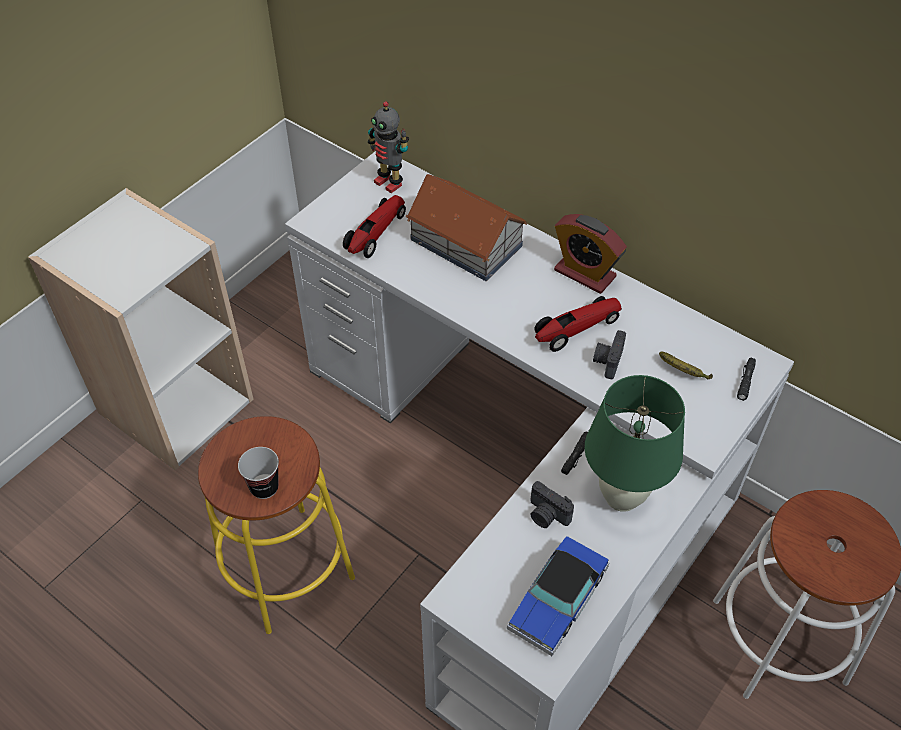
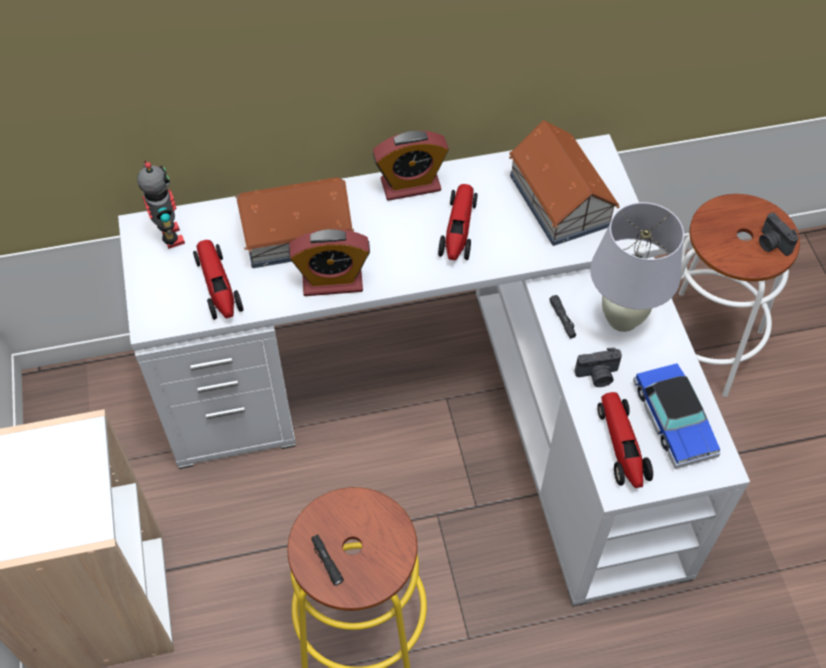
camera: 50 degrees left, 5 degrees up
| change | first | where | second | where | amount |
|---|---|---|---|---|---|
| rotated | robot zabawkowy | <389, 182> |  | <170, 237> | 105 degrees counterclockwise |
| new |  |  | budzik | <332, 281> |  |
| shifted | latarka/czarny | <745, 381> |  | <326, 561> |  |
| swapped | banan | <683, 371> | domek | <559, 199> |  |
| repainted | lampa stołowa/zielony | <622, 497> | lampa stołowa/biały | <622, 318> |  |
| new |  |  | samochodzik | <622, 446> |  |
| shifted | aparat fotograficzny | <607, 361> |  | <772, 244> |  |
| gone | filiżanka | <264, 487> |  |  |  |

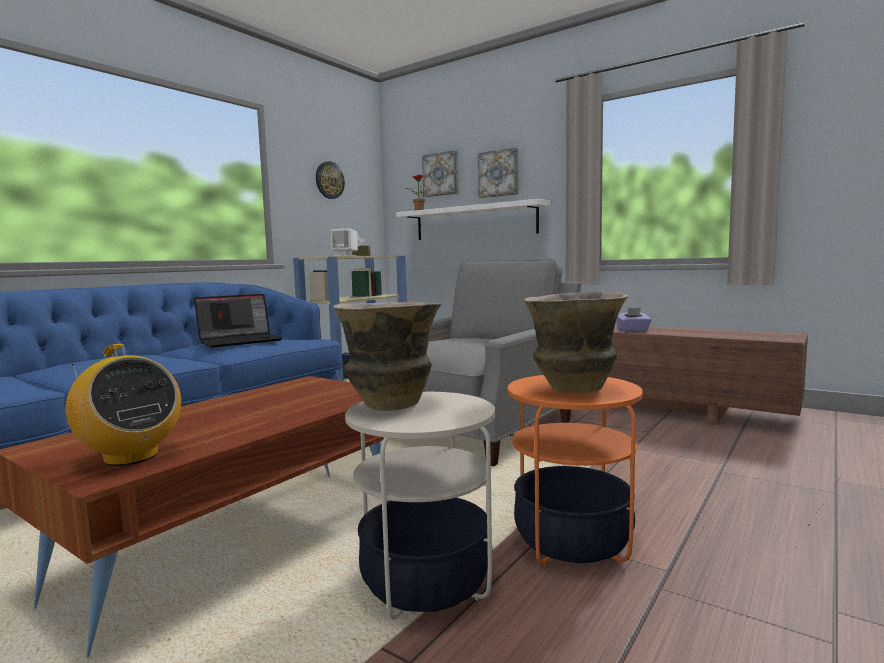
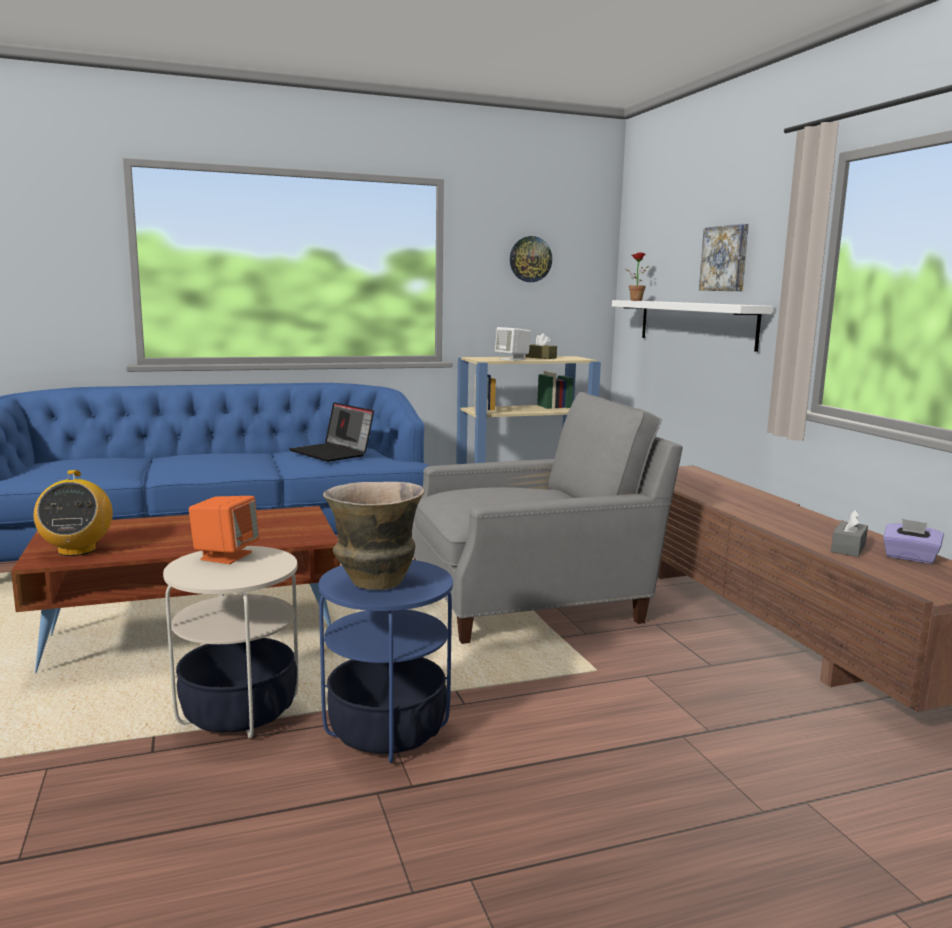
camera: 35 degrees right, 5 degrees up
| change | first | where | second | where | amount |
|---|---|---|---|---|---|
| swapped | wazon | <390, 405> | głośnik/pomarańczowy | <226, 556> |  |
| rotated | laptop | <241, 341> |  | <332, 453> | 45 degrees clockwise |
| repainted | stolik/pomarańczowy | <572, 543> | stolik/niebieski | <387, 733> |  |
| new |  |  | pudełko chusteczek/szary | <848, 548> |  |
| shifted | pudełko chusteczek/fioletowy | <633, 331> |  | <909, 557> |  |
| gone | obraz | <441, 174> |  |  |  |

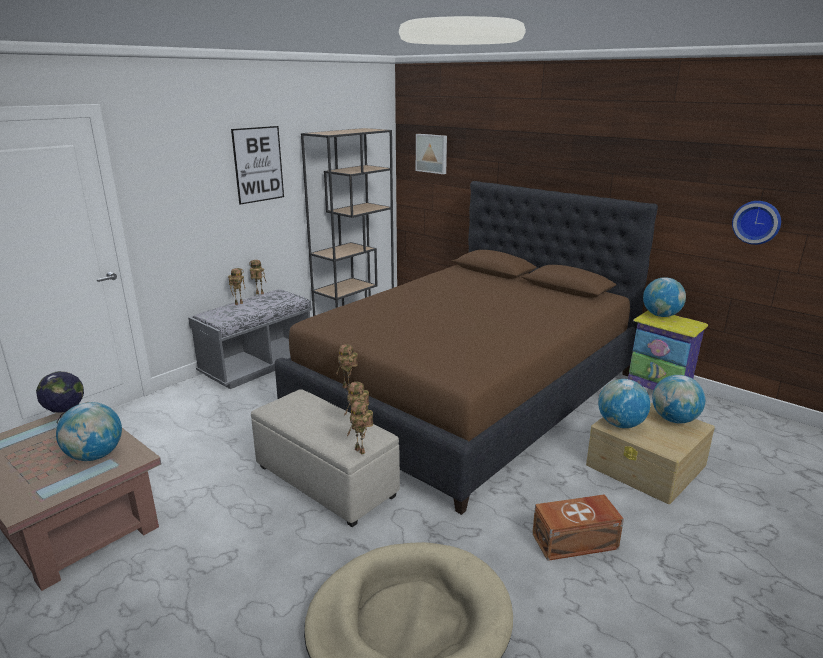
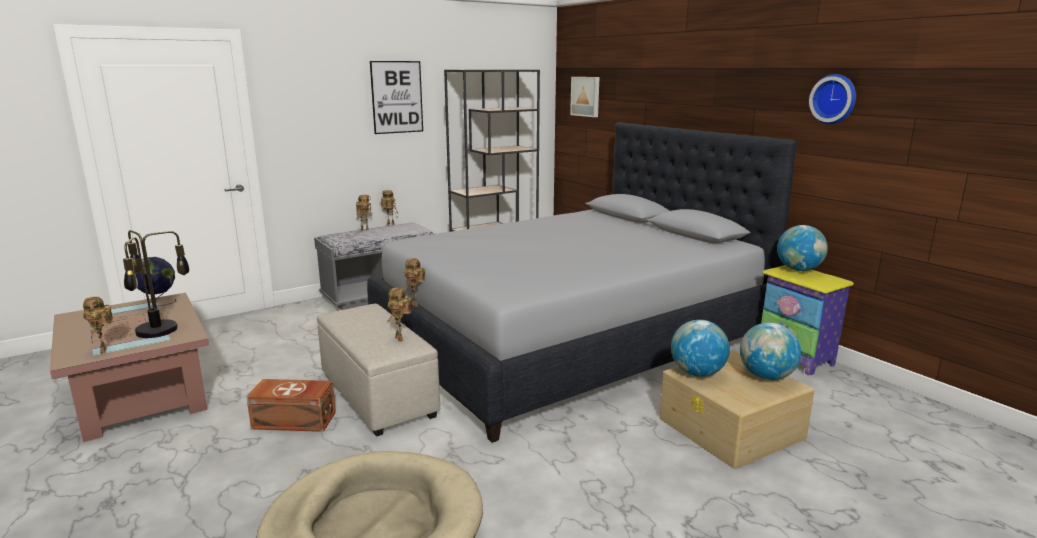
camera: 15 degrees right, 5 degrees down
| change | first | where | second | where | amount |
|---|---|---|---|---|---|
| shifted | robot zabawkowy | <361, 451> |  | <105, 351> |  |
| swapped | globus | <95, 456> | lampa stołowa | <157, 330> |  |
| shifted | pojemnik do przechowywania/brązowy | <576, 542> |  | <295, 421> |  |
| repainted | łóżko/brązowy | <468, 394> | łóżko/szary | <572, 339> |  |
| shifted | zegar ścienny | <757, 222> |  | <834, 99> |  |

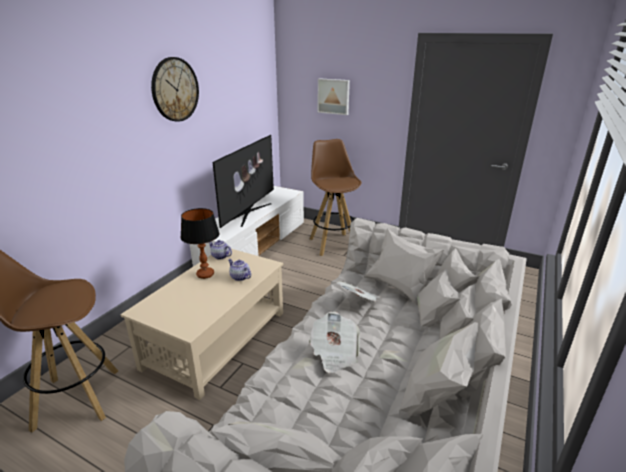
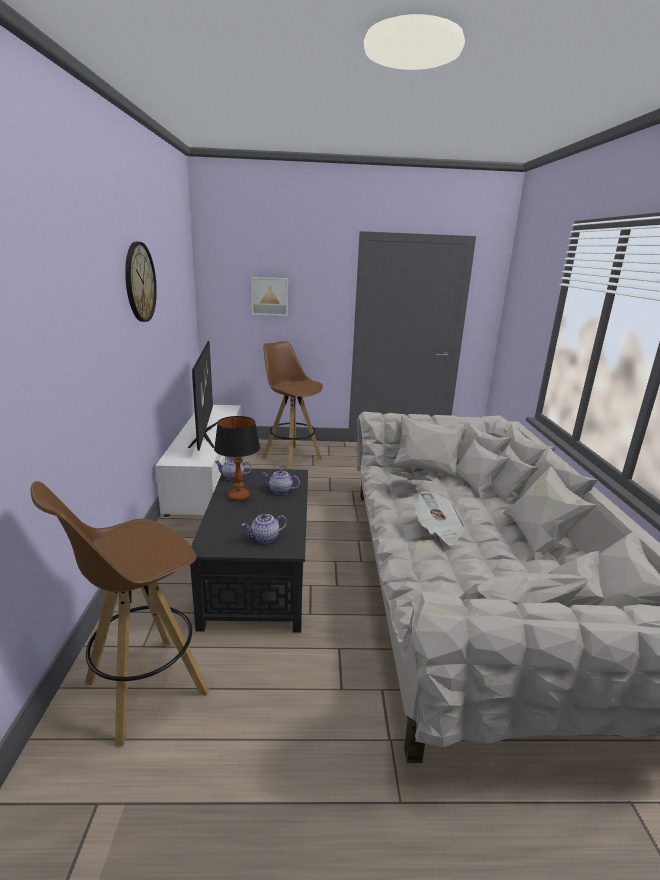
camera: 30 degrees left, 5 degrees down
| change | first | where | second | where | amount |
|---|---|---|---|---|---|
| repainted | ława/beżowy | <216, 339> | ława/czarny | <258, 573> |  |
| new |  |  | imbryk | <265, 538> |  |

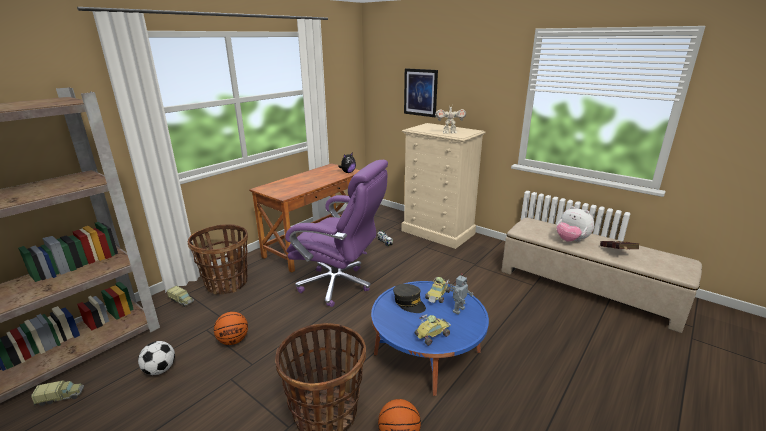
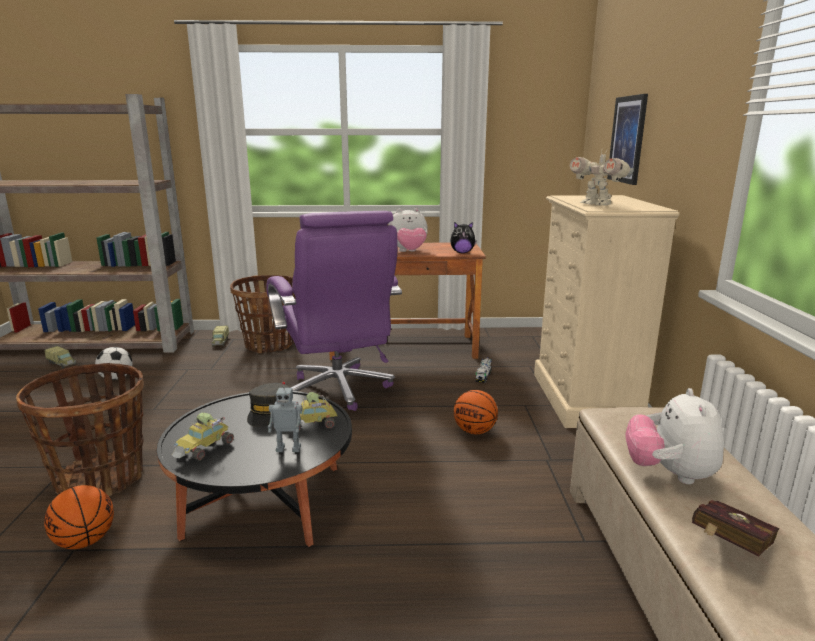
camera: 50 degrees right, 5 degrees down
| change | first | where | second | where | amount |
|---|---|---|---|---|---|
| repainted | ława/niebieski | <427, 353> | ława/czarny | <264, 501> |  |
| rotated | samochodzik | <432, 334> |  | <205, 448> | 105 degrees clockwise |
| new |  |  | pluszak | <408, 252> |  |
| shifted | piłka do koszykówki | <233, 340> |  | <474, 431> |  |

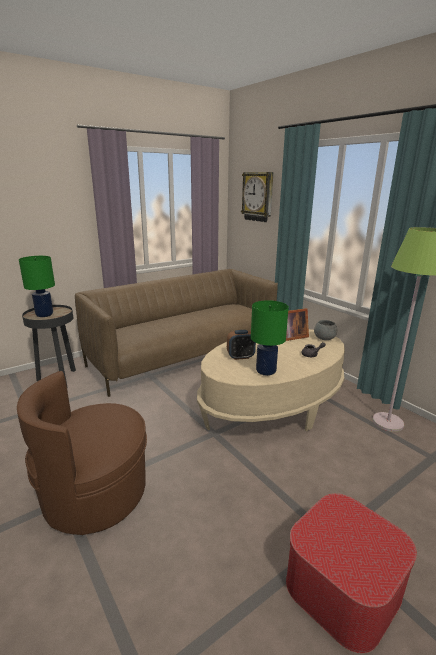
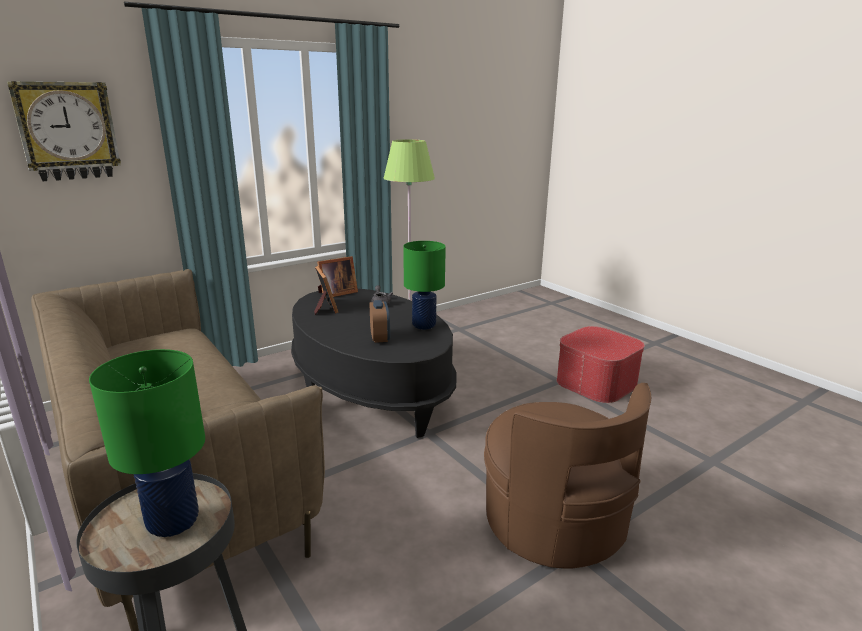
camera: 90 degrees left, 0 degrees up
| change | first | where | second | where | amount |
|---|---|---|---|---|---|
| repainted | ława/beżowy | <272, 405> | ława/czarny | <370, 390> |  |
| swapped | miska/szary | <324, 338> | ramka na zdjęcie | <336, 293> |  |

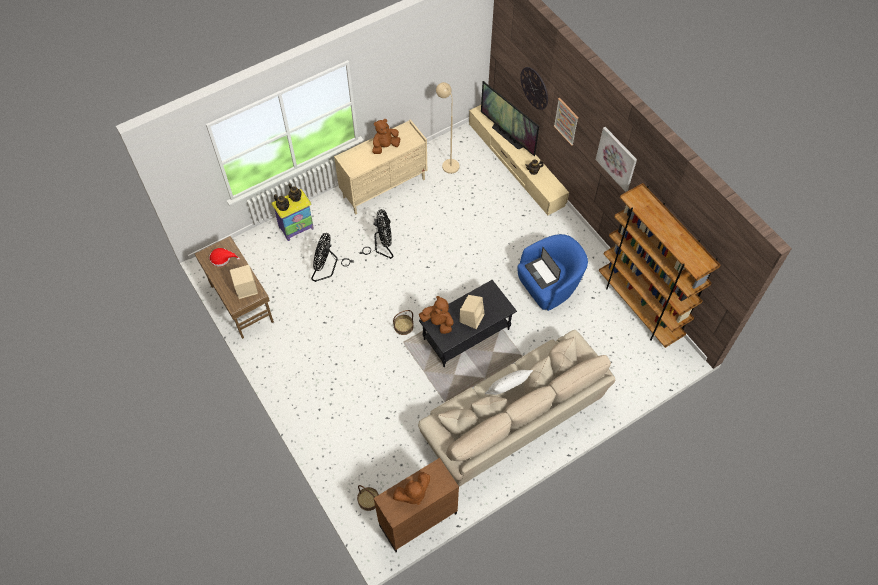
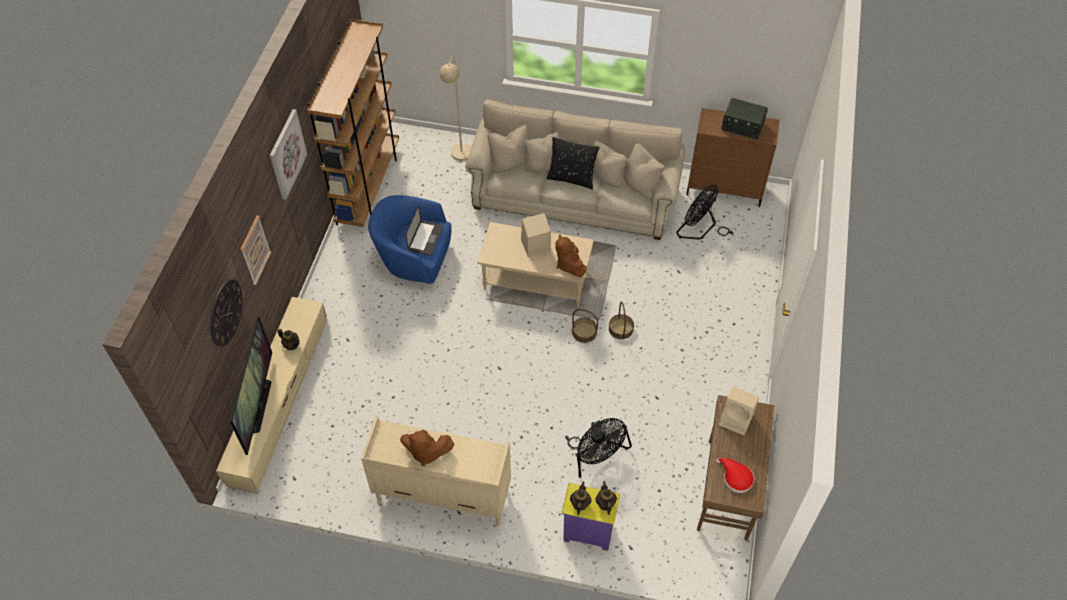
camera: 135 degrees left, 5 degrees down
| change | first | where | second | where | amount |
|---|---|---|---|---|---|
| shifted | lampa stojąca/beżowy | <447, 163> |  | <460, 158> |  |
| repainted | ława/czarny | <466, 335> | ława/beżowy | <536, 280> |  |
| repainted | poduszka/biały | <507, 390> | poduszka/czarny | <572, 178> |  |
| shifted | koszyk | <368, 500> |  | <621, 329> |  |
| shifted | wentylator/czarny | <381, 244> |  | <703, 227> |  |
| swapped | pluszak/brązowy | <412, 494> | radio | <742, 126> |  |

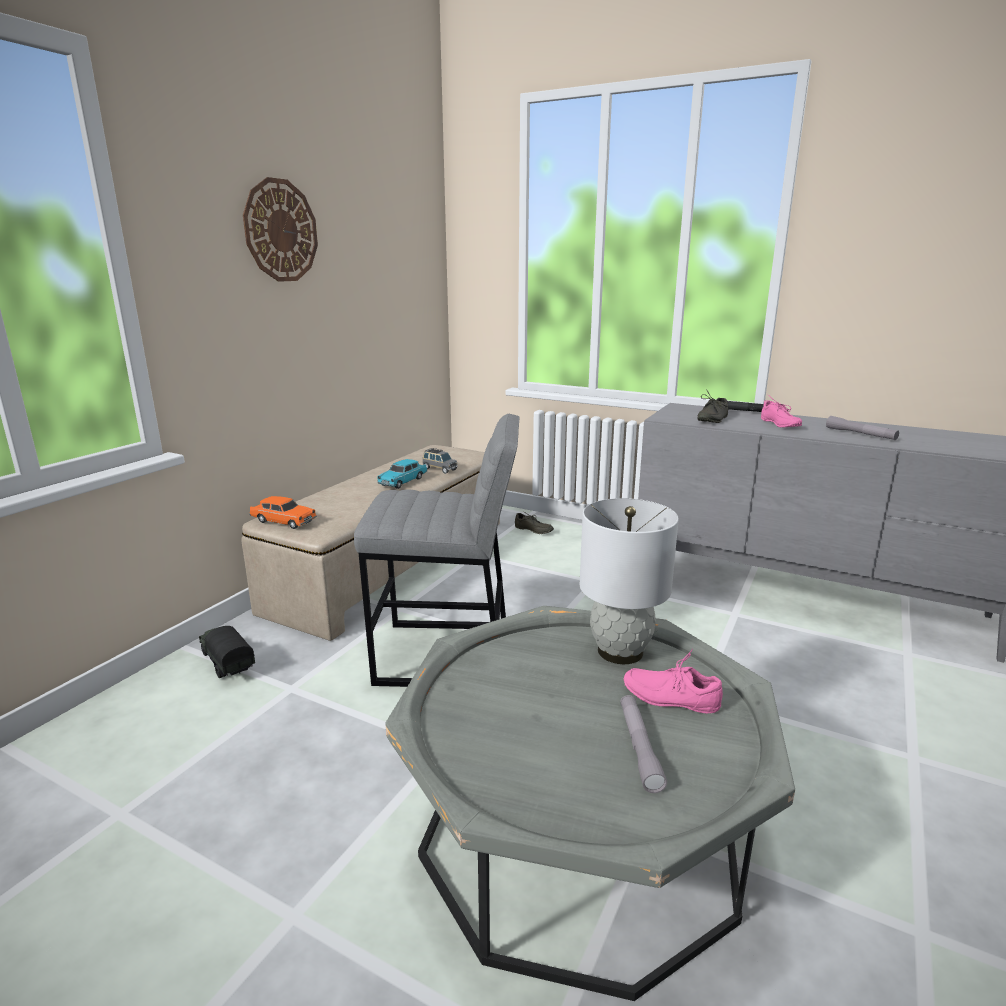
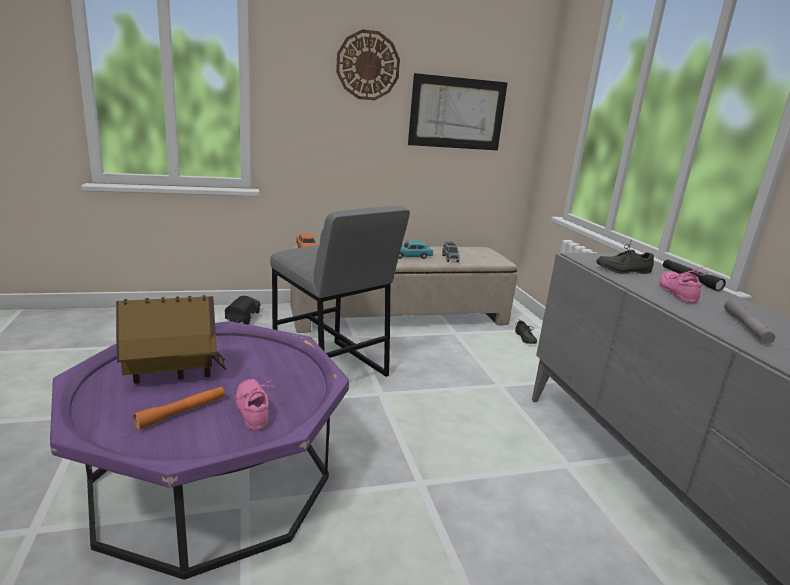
camera: 45 degrees right, 0 degrees up
| change | first | where | second | where | amount |
|---|---|---|---|---|---|
| repainted | ława/szary | <579, 836> | ława/fioletowy | <212, 480> |  |
| new |  |  | domek | <173, 374> |  |
| repainted | latarka/szary | <639, 748> | latarka/pomarańczowy | <182, 412> |  |
| new |  |  | obraz | <457, 113> |  |
| rotated | but/różowy | <778, 424> |  | <679, 293> | 150 degrees clockwise |
| gone | lampa stołowa/biały | <619, 651> |  |  |  |

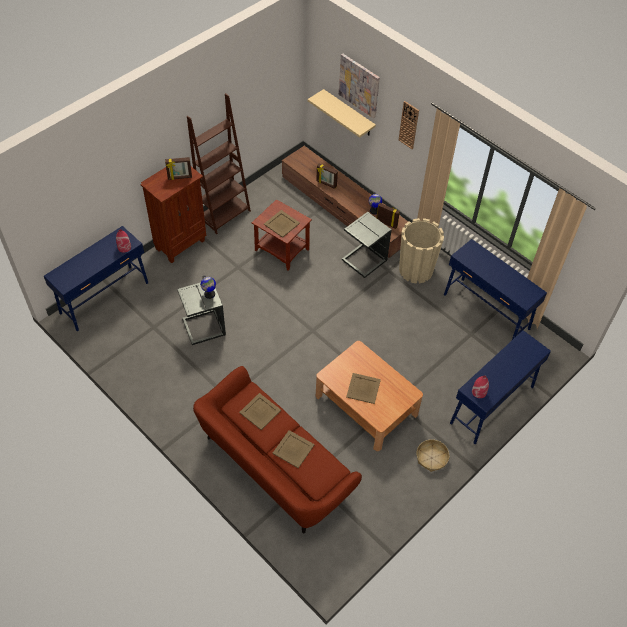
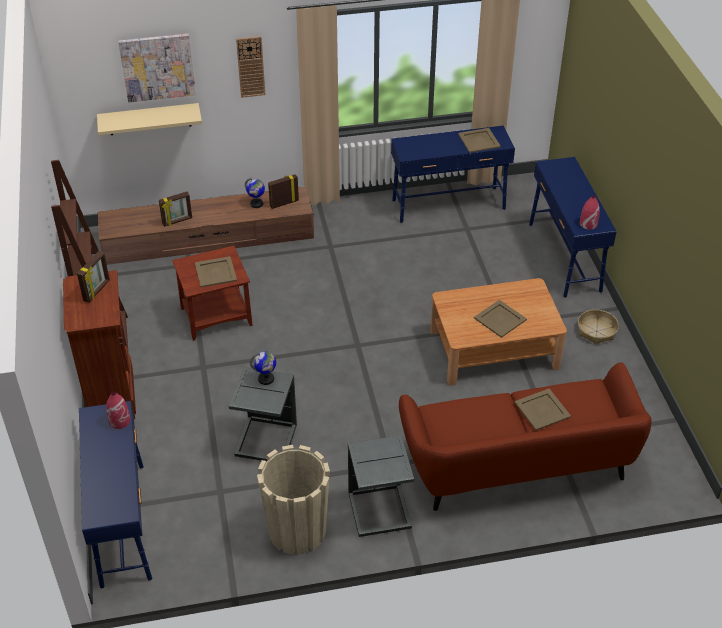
camera: 55 degrees left, 10 degrees down
| change | first | where | second | where | amount |
|---|---|---|---|---|---|
| shifted | donica/beżowy | <415, 270> |  | <297, 530> |  |
| shifted | stolik/szary | <363, 260> |  | <378, 512> |  |
| shifted | taca/beżowy | <260, 411> |  | <478, 140> |  |

